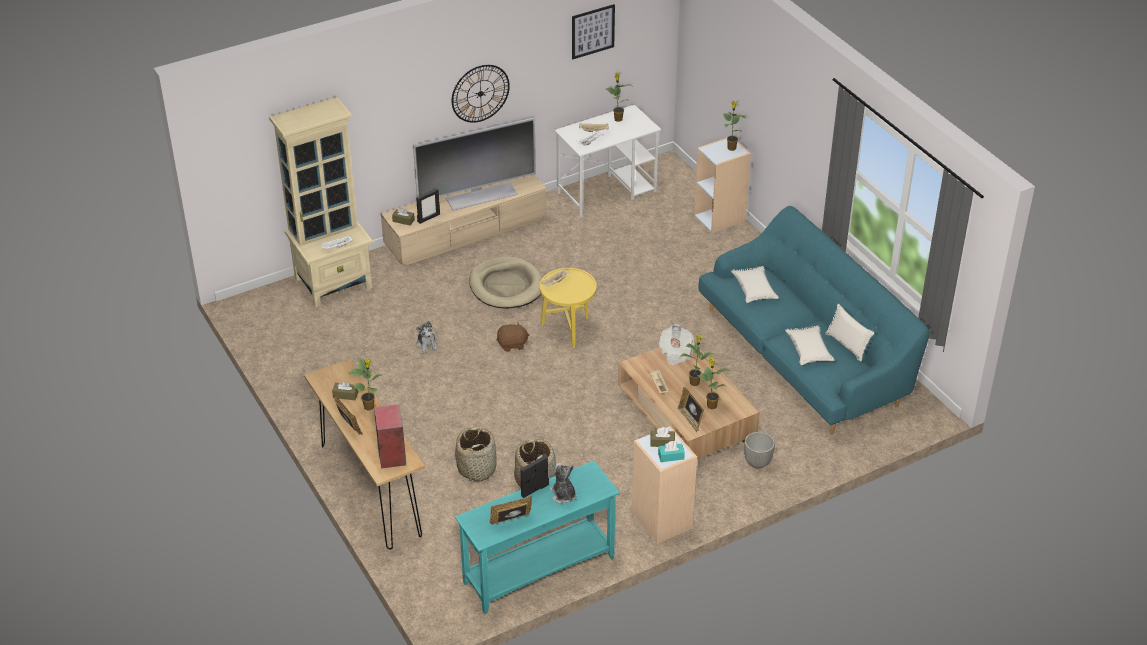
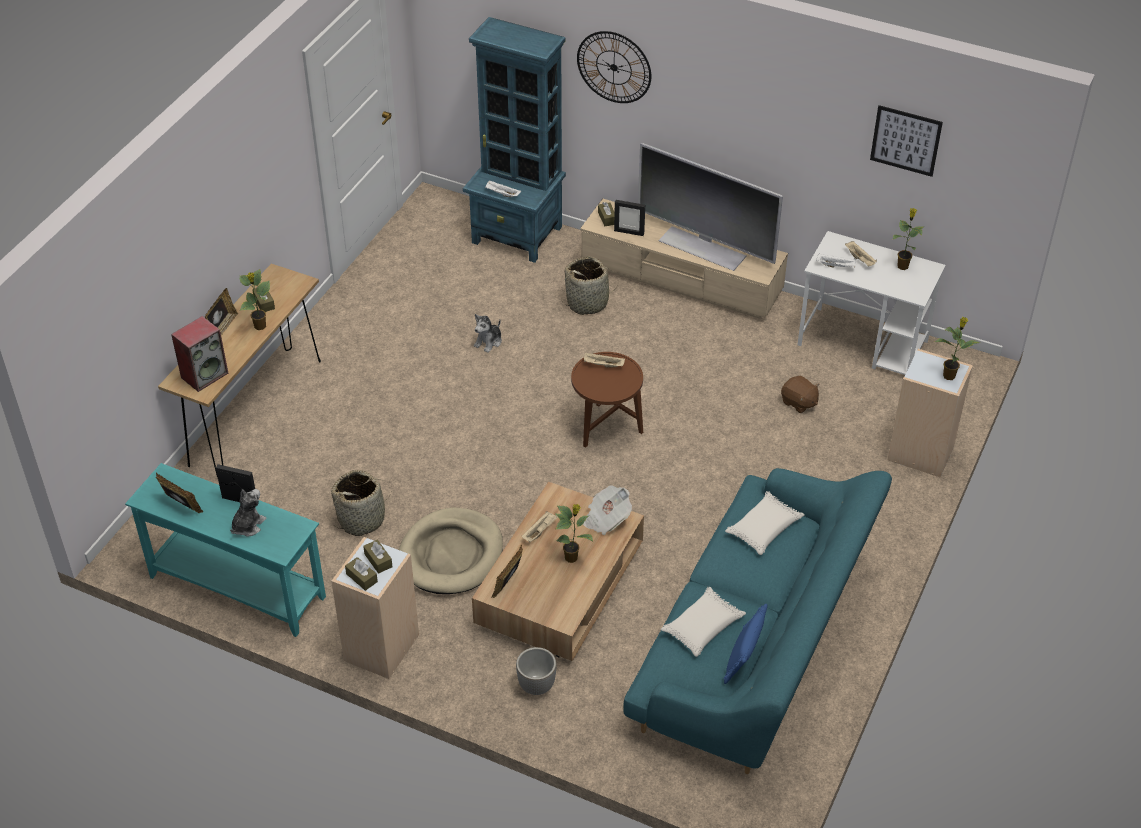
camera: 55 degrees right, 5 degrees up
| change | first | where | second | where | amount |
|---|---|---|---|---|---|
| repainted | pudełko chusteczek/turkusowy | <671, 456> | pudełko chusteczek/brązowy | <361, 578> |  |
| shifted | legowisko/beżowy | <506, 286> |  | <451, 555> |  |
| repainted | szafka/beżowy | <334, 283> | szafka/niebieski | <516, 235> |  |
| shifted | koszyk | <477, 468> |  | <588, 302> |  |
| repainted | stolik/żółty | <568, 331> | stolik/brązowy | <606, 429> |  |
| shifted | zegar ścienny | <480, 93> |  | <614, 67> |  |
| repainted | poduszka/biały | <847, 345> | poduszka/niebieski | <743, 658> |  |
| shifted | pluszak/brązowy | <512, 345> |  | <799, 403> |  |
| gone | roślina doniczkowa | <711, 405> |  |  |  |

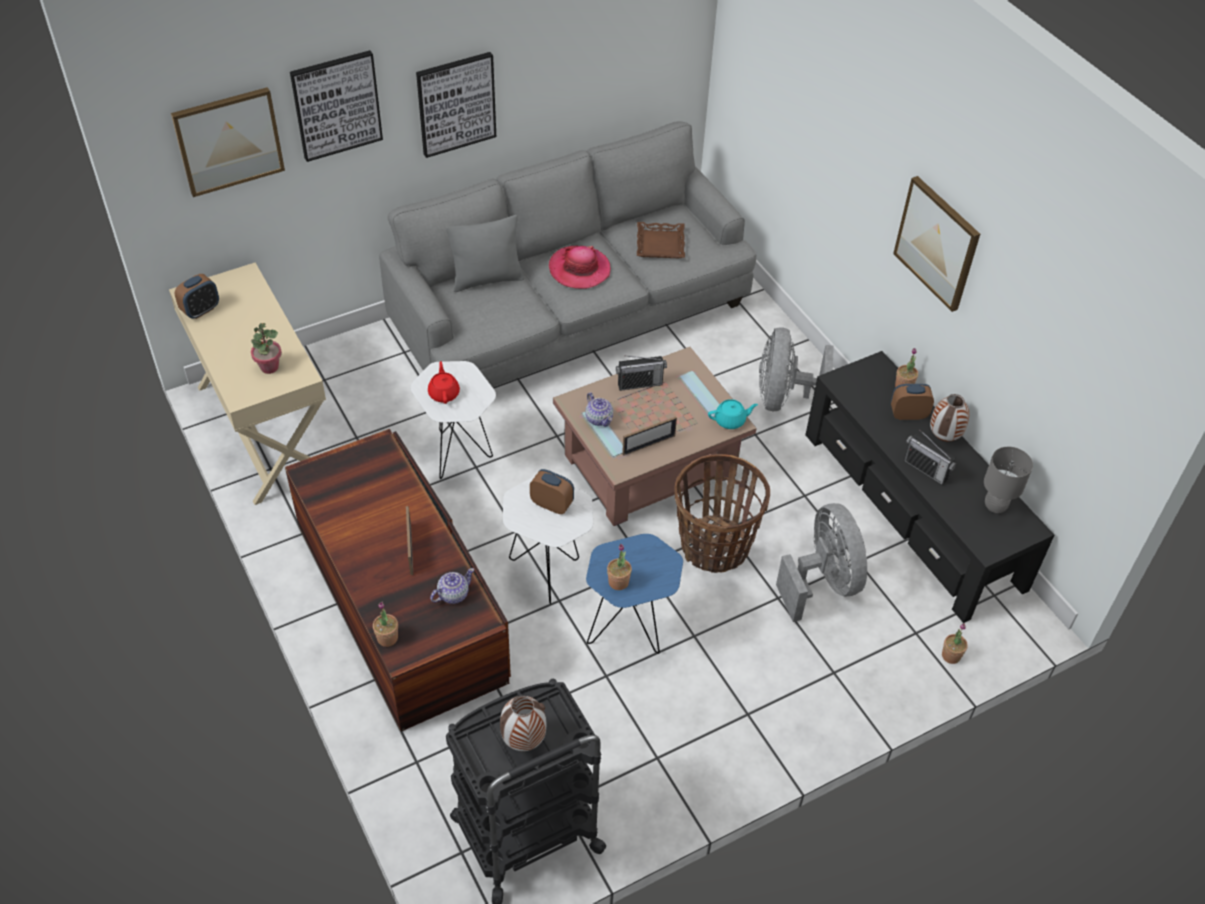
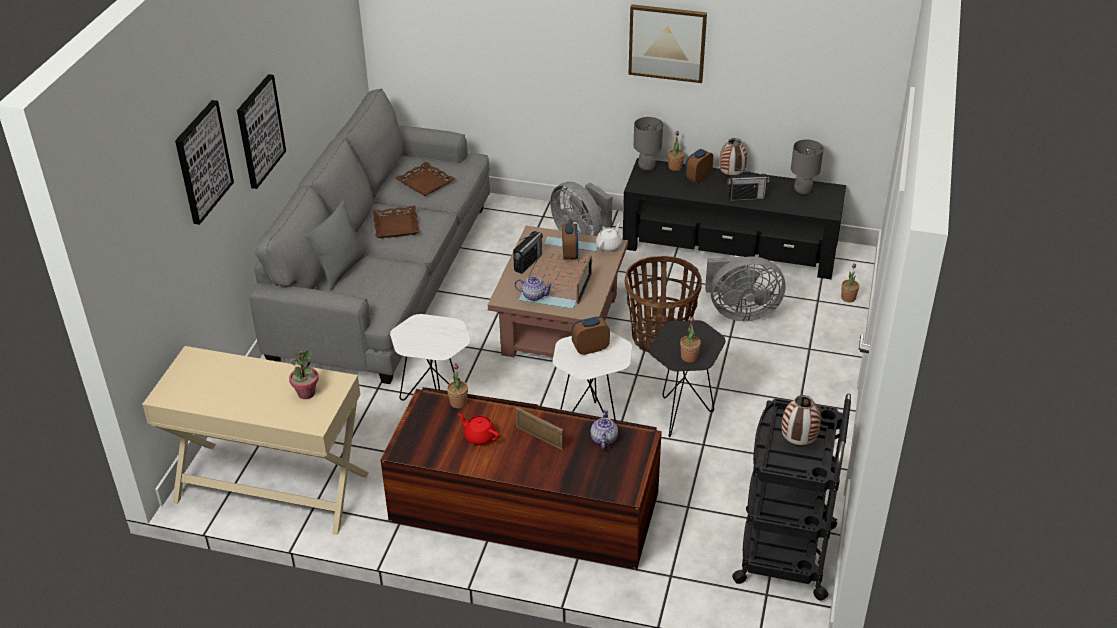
camera: 45 degrees left, 10 degrees down
| change | first | where | second | where | amount |
|---|---|---|---|---|---|
| swapped | kapelusz | <579, 269> | taca/brązowy | <396, 226> |  |
| shifted | roślina doniczkowa | <387, 638> |  | <458, 402> |  |
| shifted | imbryk/czerwony | <444, 393> |  | <479, 437> |  |
| shifted | budzik | <201, 310> |  | <570, 254> |  |
| repainted | imbryk/turkusowy | <730, 421> | imbryk/biały | <609, 246> |  |
| new |  |  | lampa stołowa/szary | <646, 168> |  |
| repainted | stolik/niebieski | <630, 632> | stolik/czarny | <682, 413> |  |
| rotated | wentylator/szary | <822, 582> |  | <740, 312> | 150 degrees clockwise |
| gone | obraz | <228, 141> |  |  |  |

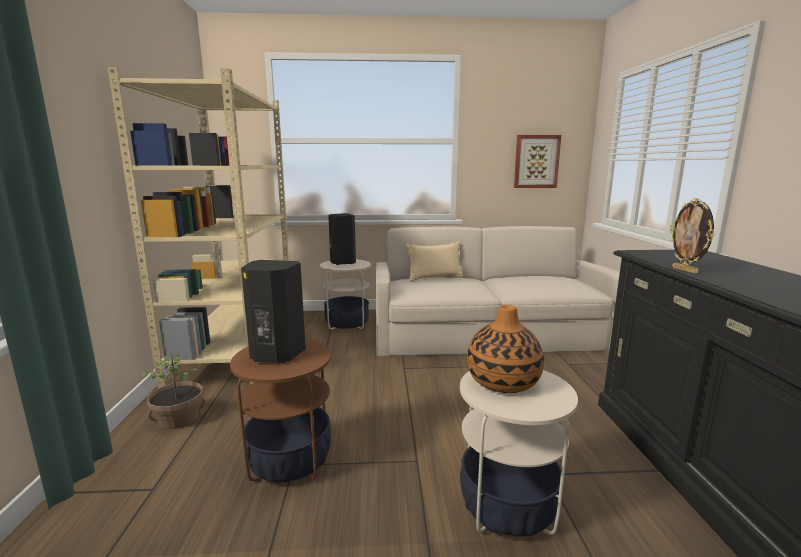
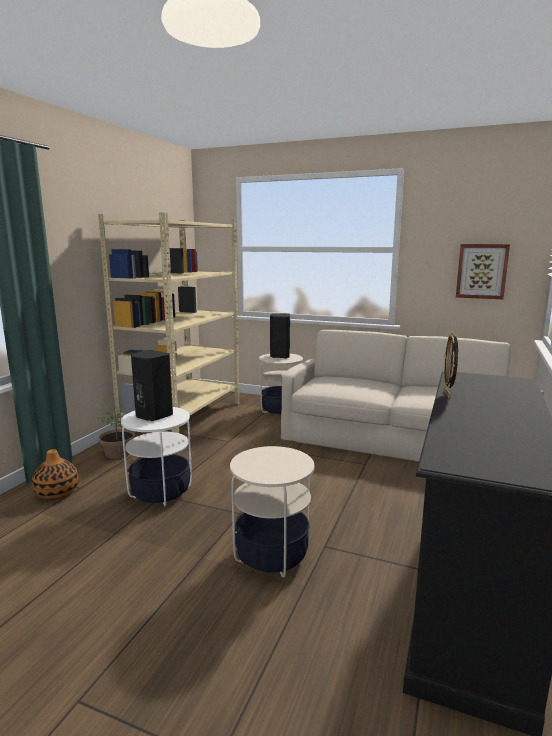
camera: 25 degrees right, 0 degrees up
| change | first | where | second | where | amount |
|---|---|---|---|---|---|
| shifted | wazon | <502, 381> |  | <57, 492> |  |
| repainted | stolik/brązowy | <289, 462> | stolik/biały | <160, 493> |  |
| gone | poduszka/beżowy | <434, 278> |  |  |  |

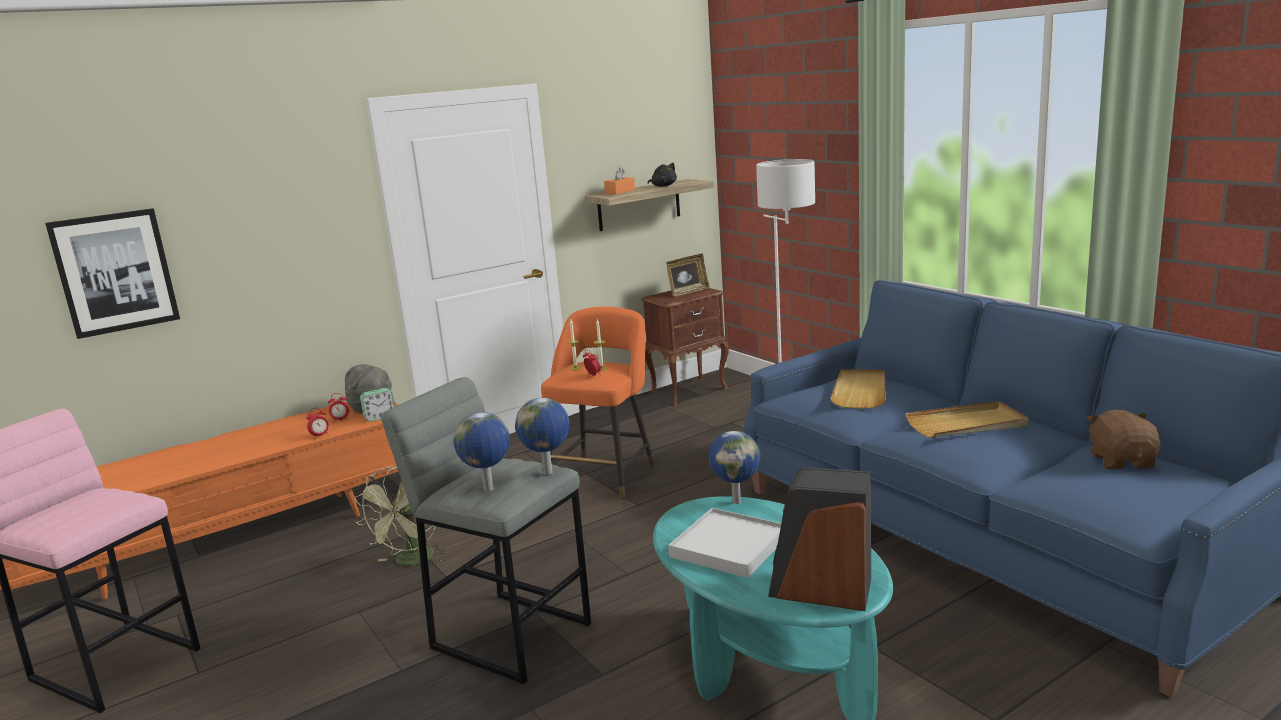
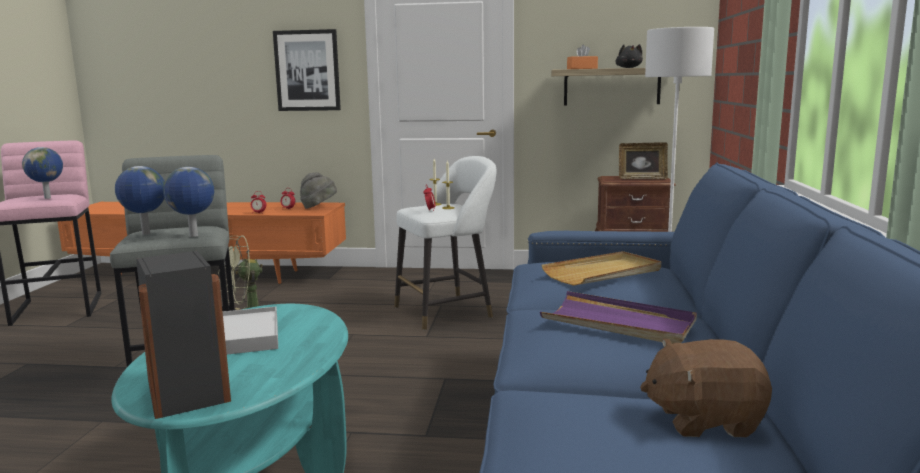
camera: 40 degrees right, 5 degrees down
| change | first | where | second | where | amount |
|---|---|---|---|---|---|
| shifted | globus | <737, 501> |  | <48, 198> |  |
| shifted | obraz | <115, 272> |  | <307, 70> |  |
| repainted | stołek/pomarańczowy | <605, 476> | stołek/biały | <448, 311> |  |
| repainted | taca/beżowy | <967, 424> | taca/fioletowy | <619, 323> |  |
| rotated | pluszak/brązowy | <1122, 461> |  | <704, 420> | 135 degrees counterclockwise |
| gone | budzik | <380, 417> |  |  |  |

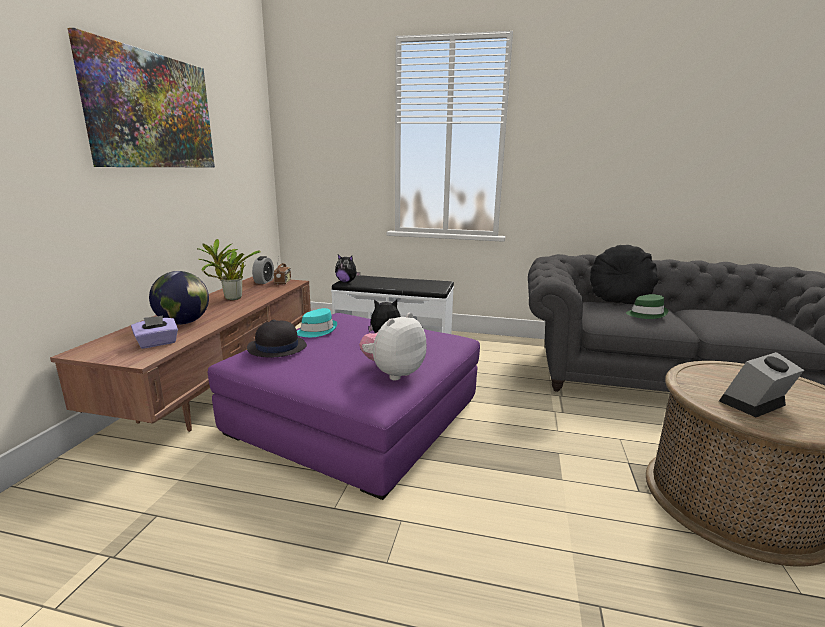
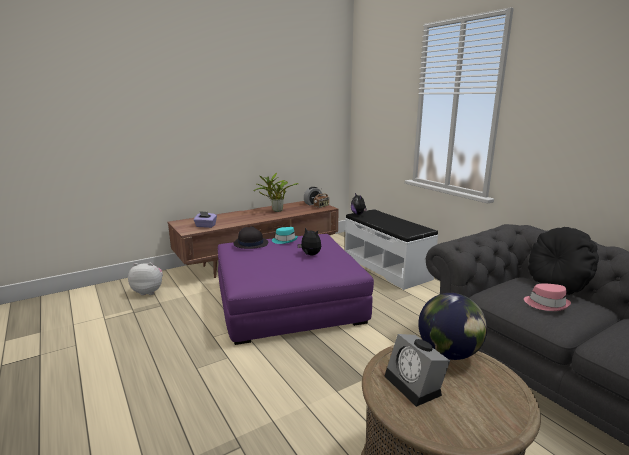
camera: 45 degrees right, 0 degrees up
| change | first | where | second | where | amount |
|---|---|---|---|---|---|
| shifted | pluszak | <393, 373> |  | <149, 291> |  |
| rotated | budzik | <754, 405> |  | <415, 385> | 135 degrees counterclockwise |
| shifted | globus | <183, 323> |  | <448, 353> |  |
| repainted | kapelusz/zielony | <646, 314> | kapelusz/różowy | <546, 304> |  |
| gone | obraz | <152, 111> |  |  |  |

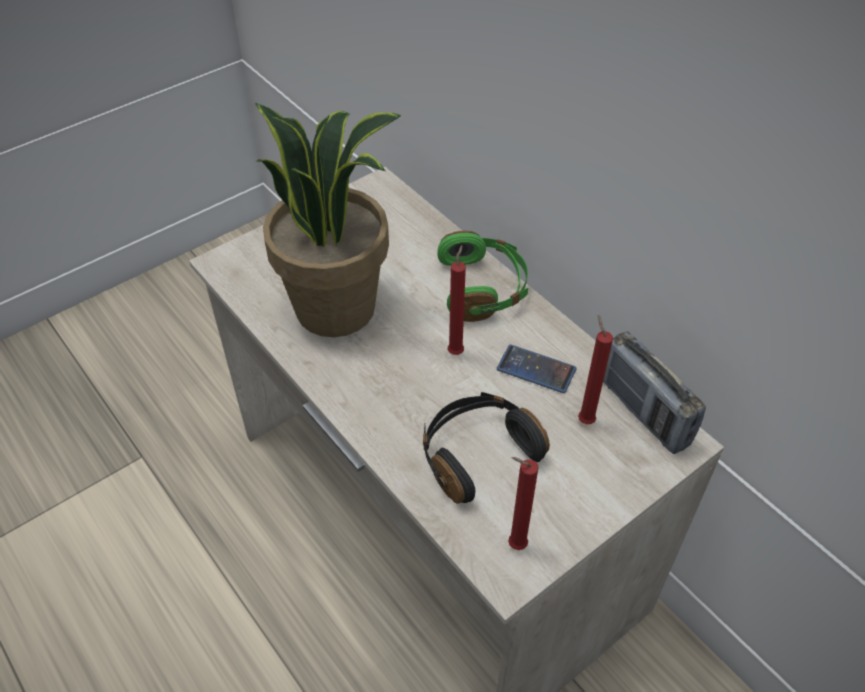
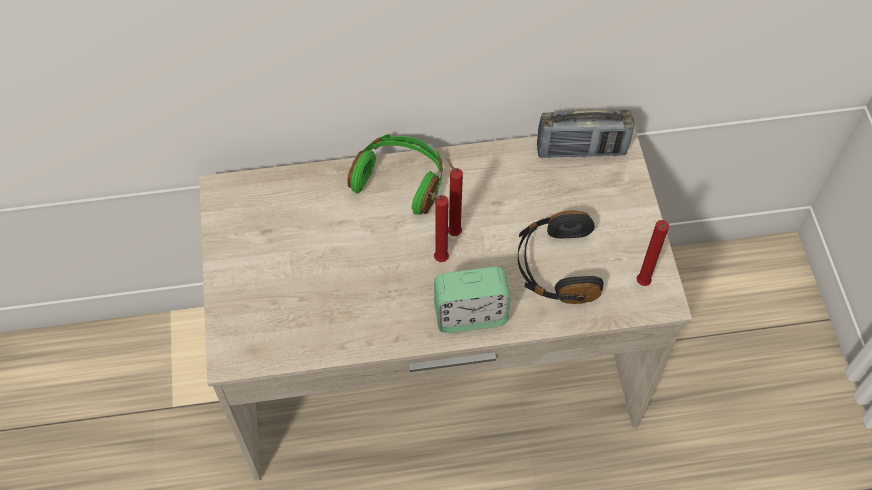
camera: 60 degrees left, 10 degrees up
| change | first | where | second | where | amount |
|---|---|---|---|---|---|
| shifted | świeca/czerwony | <584, 419> |  | <438, 258> |  |
| new |  |  | budzik | <470, 315> |  |
| gone | roślina doniczkowa | <337, 307> |  |  |  |
| gone | telefon | <536, 369> |  |  |  |

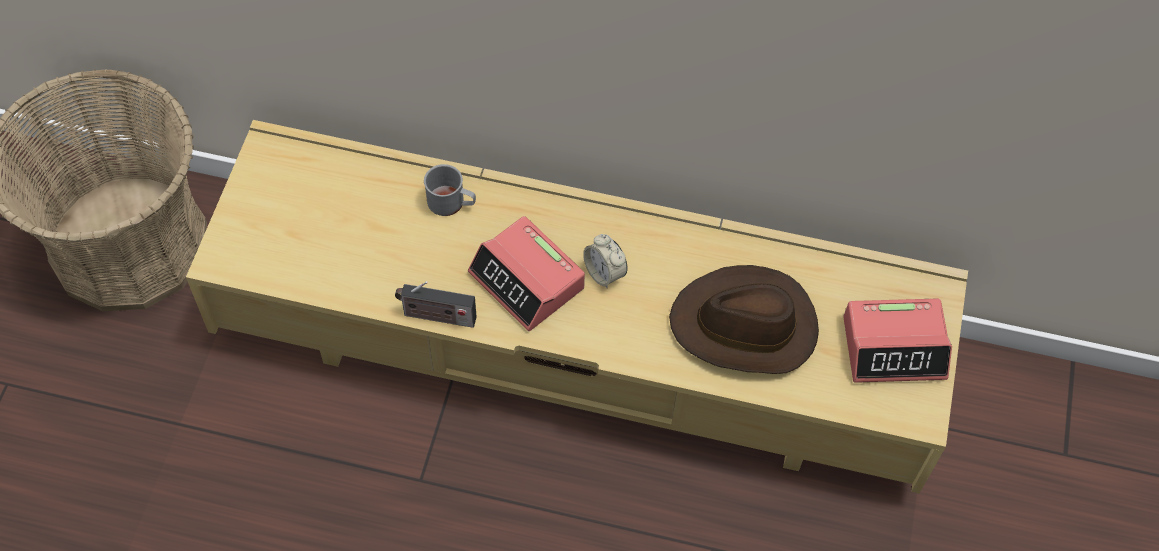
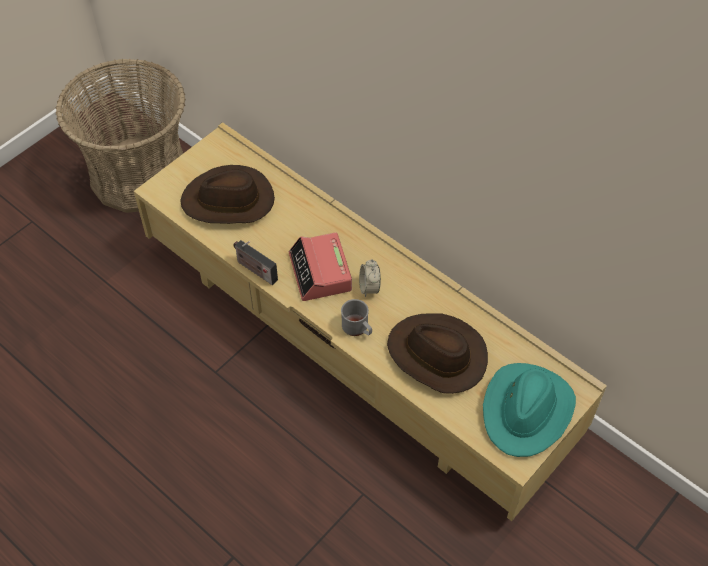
camera: 30 degrees right, 5 degrees down
| change | first | where | second | where | amount |
|---|---|---|---|---|---|
| new |  |  | kapelusz/brązowy | <228, 201> |  |
| shifted | kubek/szary | <451, 203> |  | <358, 328> |  |
| swapped | budzik | <894, 347> | kapelusz/turkusowy | <527, 411> |  |

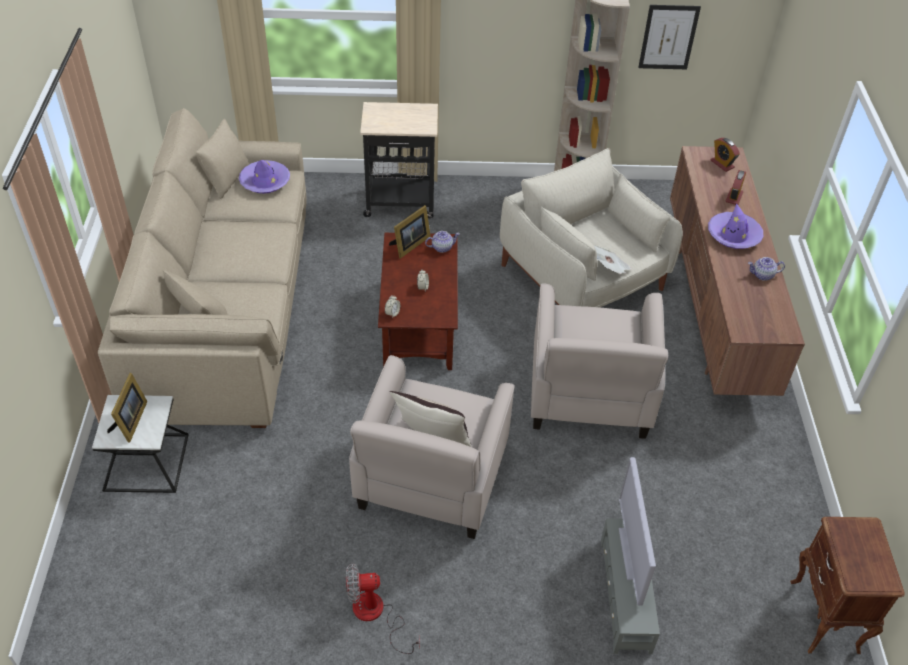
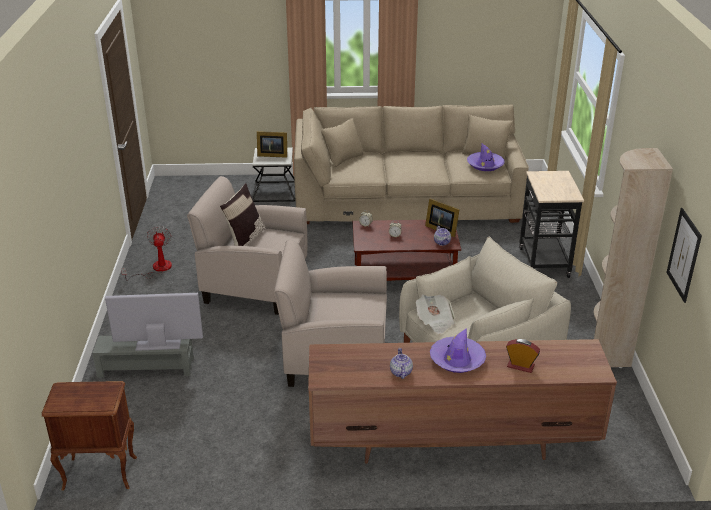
camera: 90 degrees right, 15 degrees down
| change | first | where | second | where | amount |
|---|---|---|---|---|---|
| gone | budzik | <722, 164> |  |  |  |

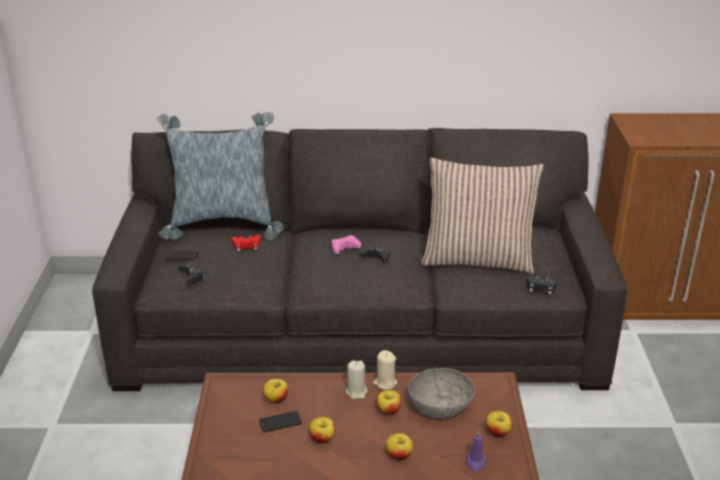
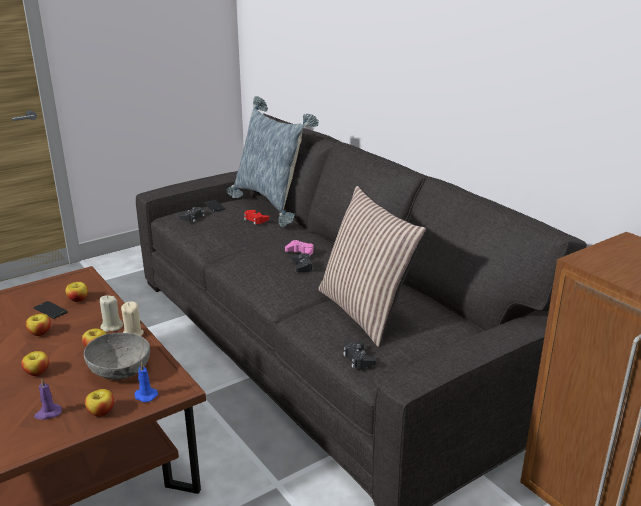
camera: 55 degrees right, 5 degrees down
| change | first | where | second | where | amount |
|---|---|---|---|---|---|
| new |  |  | świeca/niebieski | <145, 395> |  |

